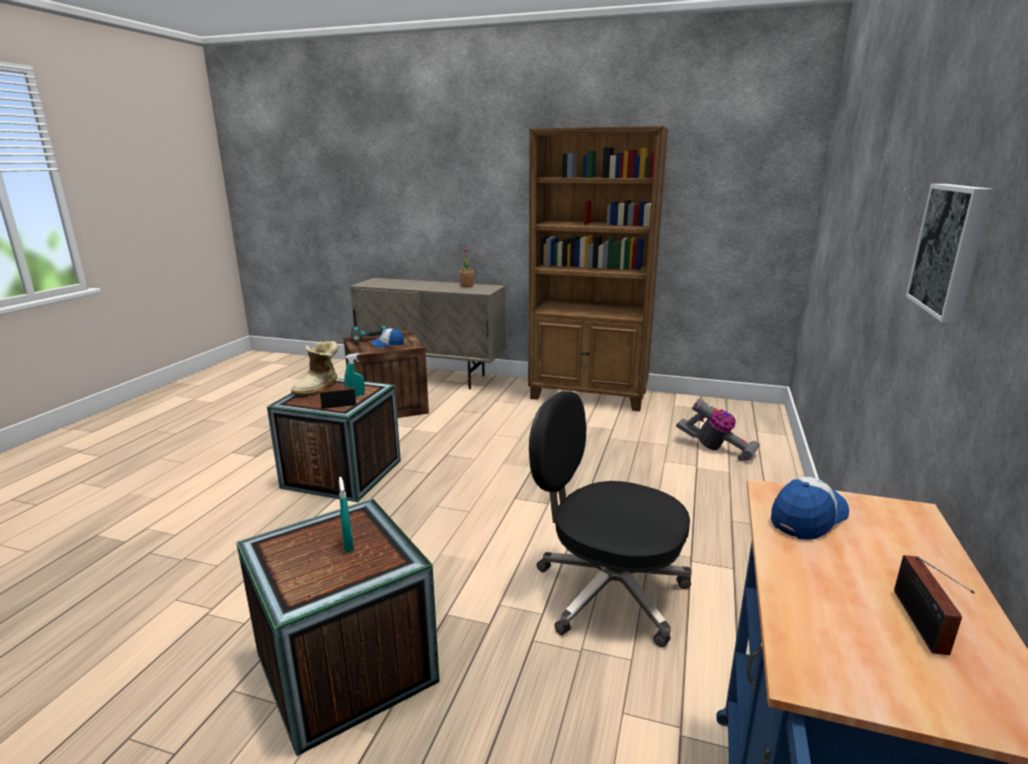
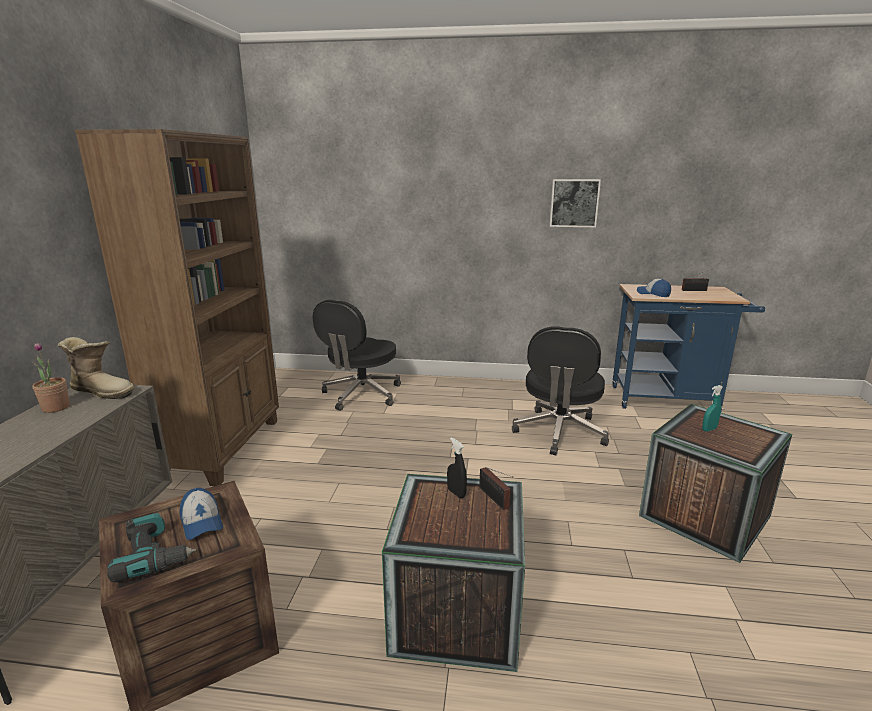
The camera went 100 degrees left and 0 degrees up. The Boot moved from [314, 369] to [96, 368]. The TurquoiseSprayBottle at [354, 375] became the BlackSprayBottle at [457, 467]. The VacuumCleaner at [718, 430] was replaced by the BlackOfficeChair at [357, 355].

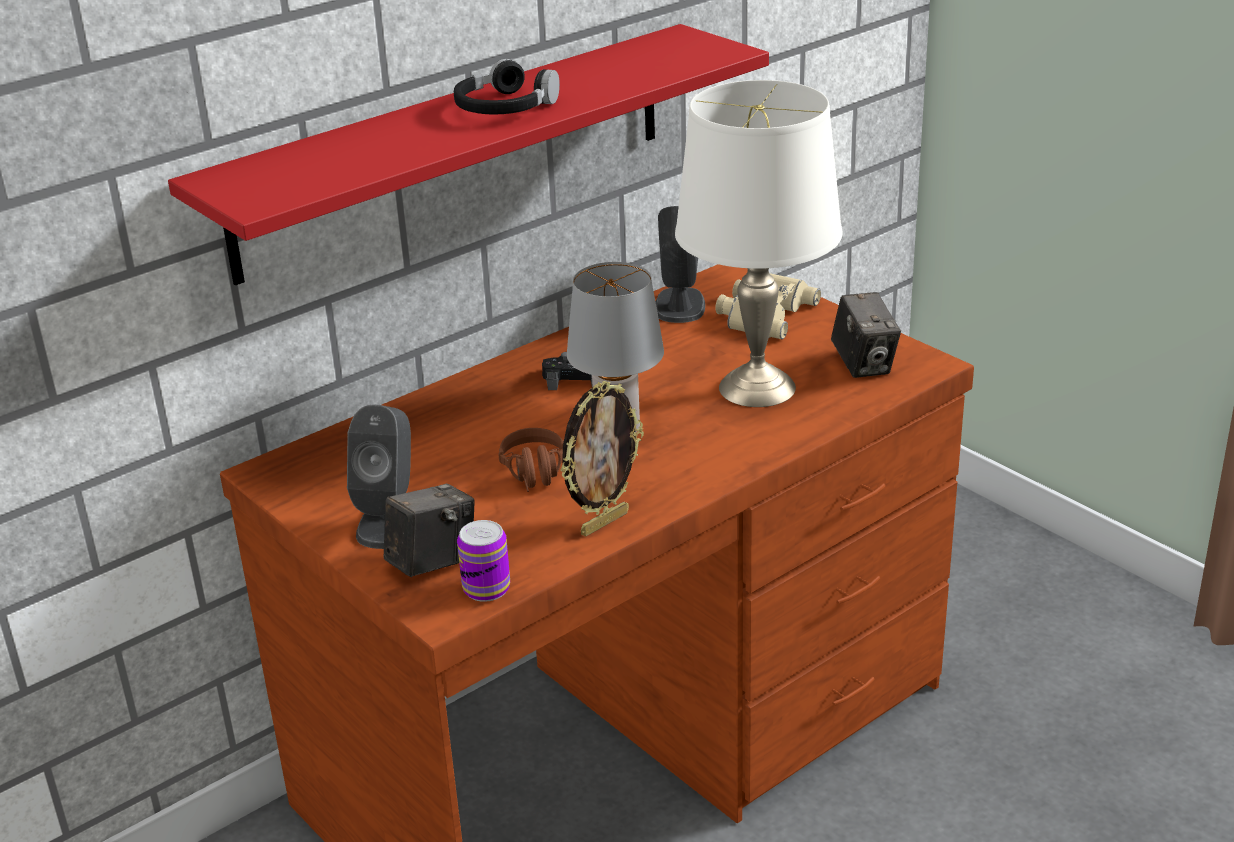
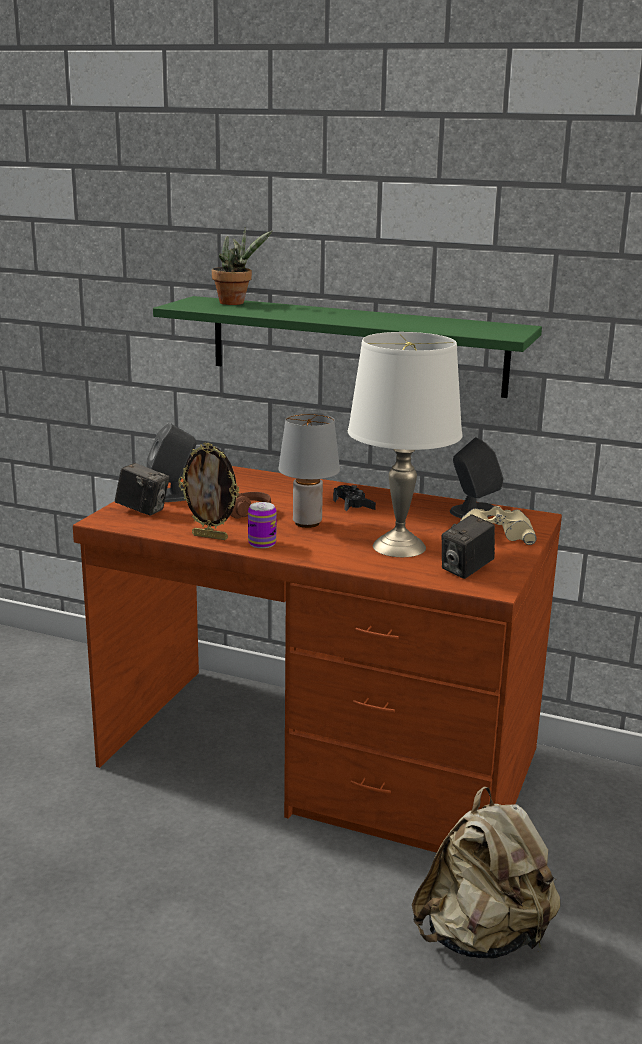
The camera went 60 degrees right and 10 degrees down. The RedShelf at [468, 155] became the GreenShelf at [347, 347]. The BlackHeadphones at [507, 86] disappeared. The Can moved from [483, 561] to [262, 525]. The PottedPlant at [242, 266] appeared. The BeigeBackpack at [486, 873] appeared.

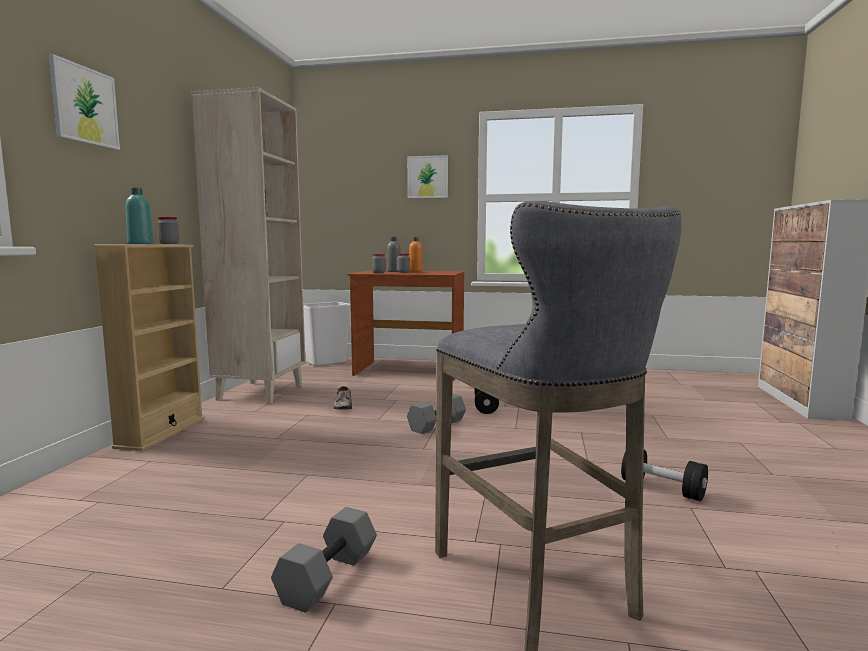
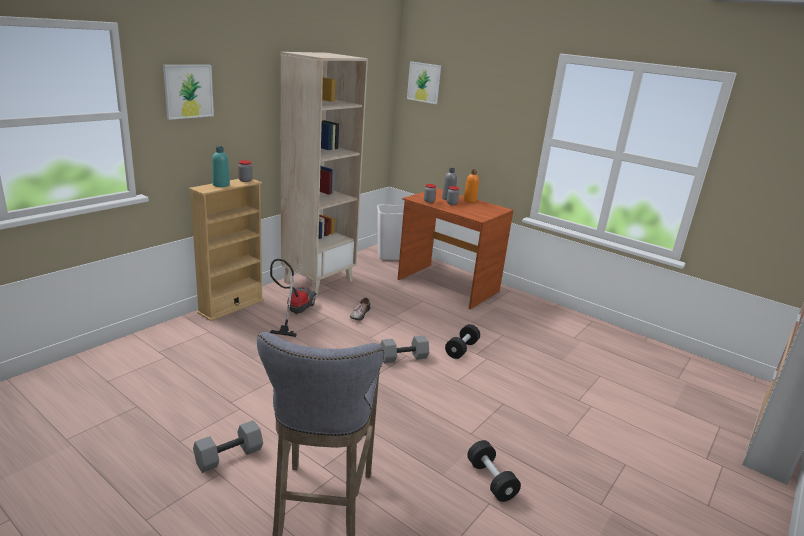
The camera went 25 degrees right and 15 degrees up. The Picture moved from [427, 176] to [424, 82]. The VacuumCleaner at [292, 298] appeared.

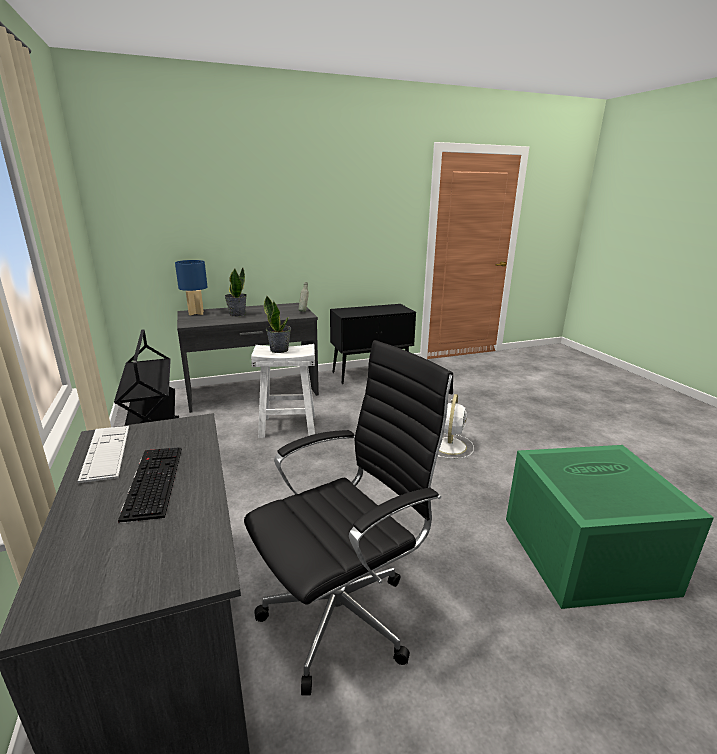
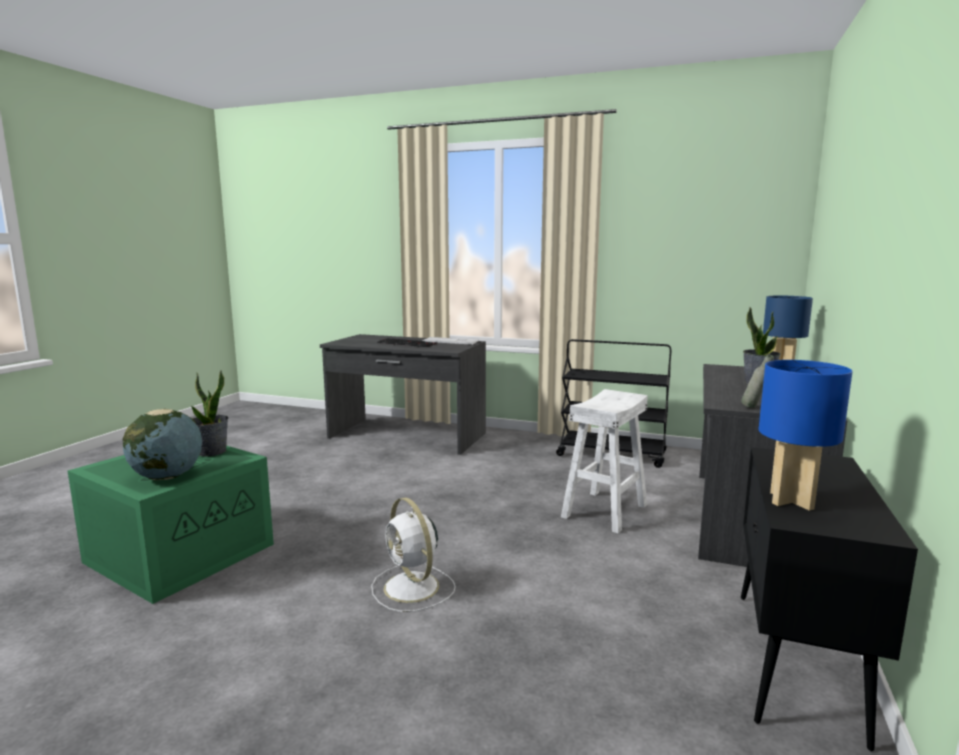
The camera went 130 degrees right and 10 degrees down. The PottedPlant moved from [277, 324] to [210, 413]. The BlackOfficeChair at [348, 517] disappeared. The BlueTableLamp at [805, 435] appeared. The Globe at [162, 444] appeared.

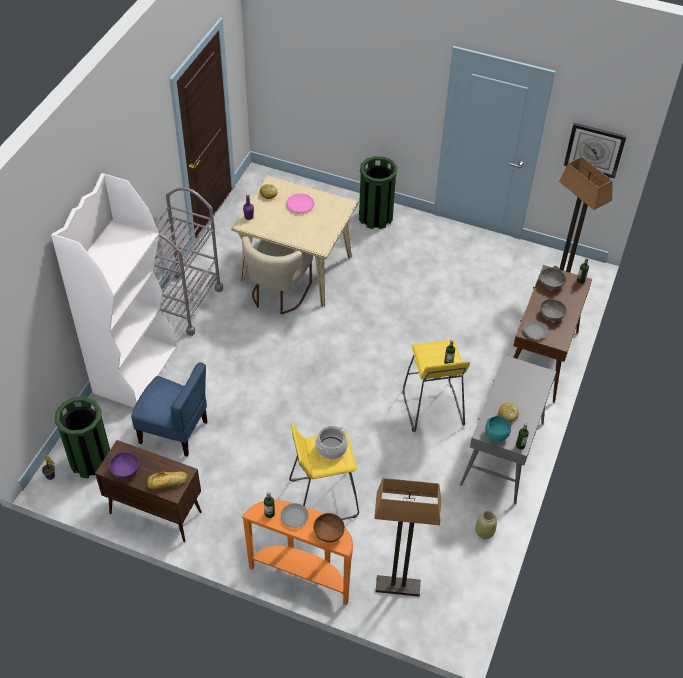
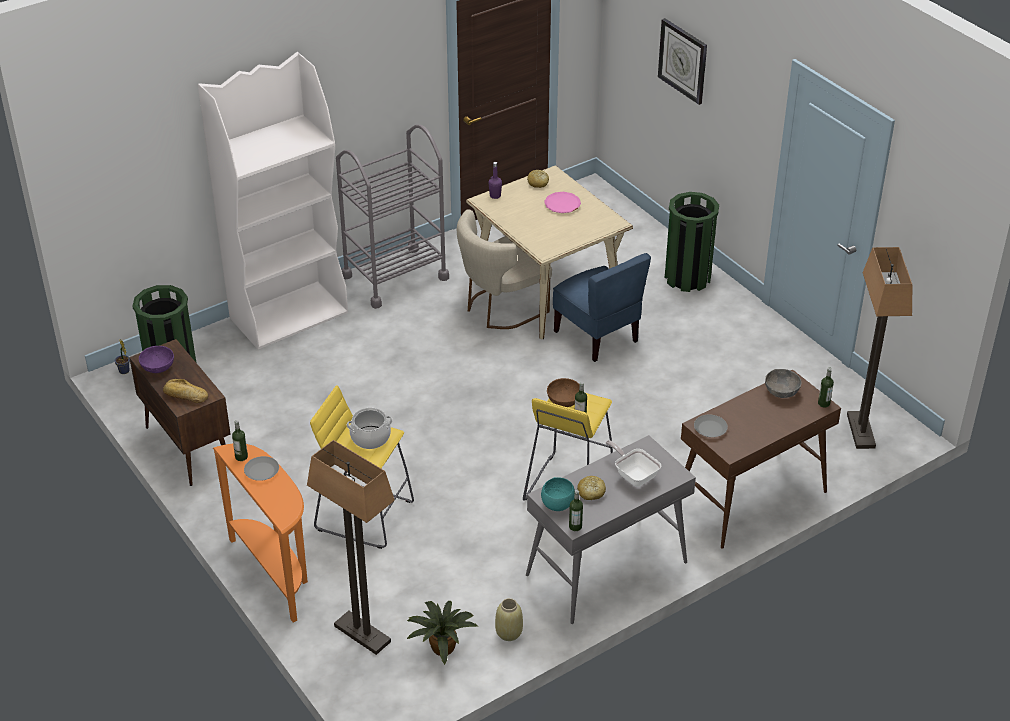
The camera went 35 degrees right and 10 degrees down. The WallClock moved from [595, 151] to [682, 61]. The GreyBowl at [553, 310] disappeared. The BlueChair moved from [169, 409] to [602, 307]. The BrownBowl moved from [329, 528] to [563, 392]. The FryingPan at [633, 463] appeared. The PottedPlant at [442, 633] appeared.

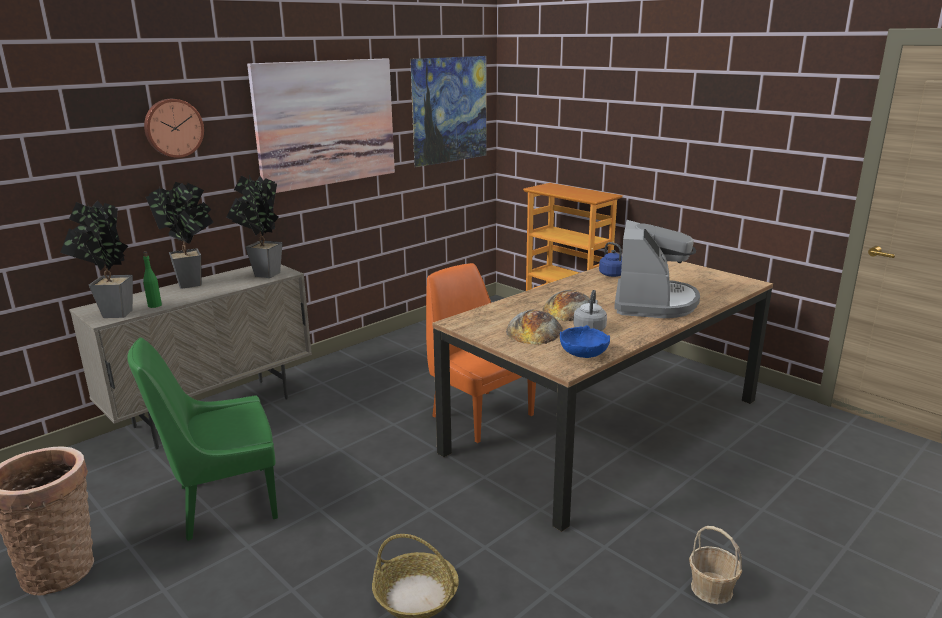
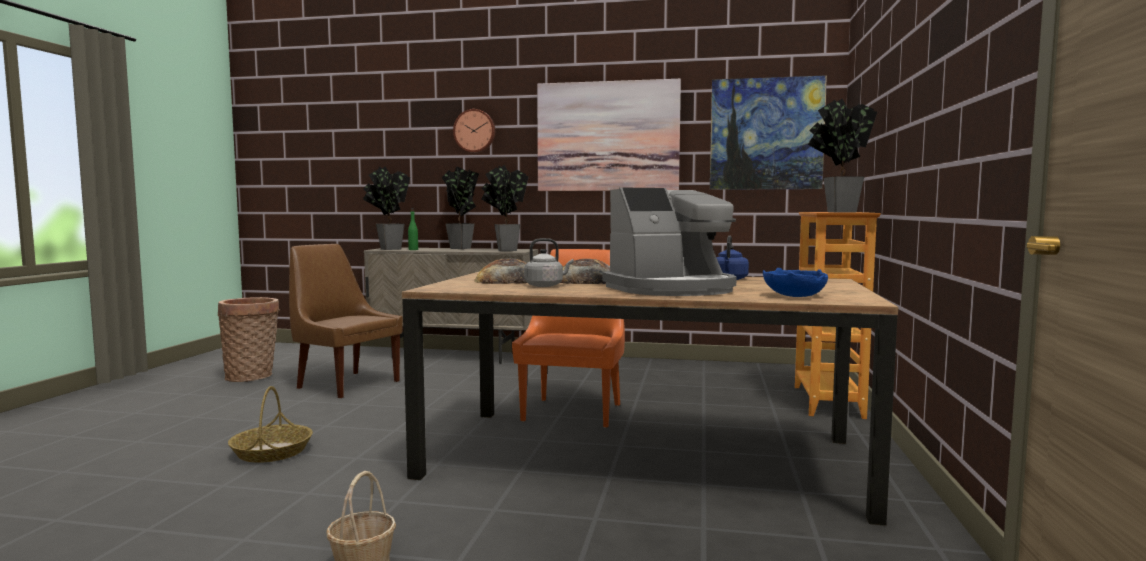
The camera went 55 degrees right and 15 degrees down. The BlueBowl moved from [585, 341] to [795, 282]. The GreenChair at [202, 439] became the BrownChair at [346, 321]. The PottedPlant at [842, 155] appeared.

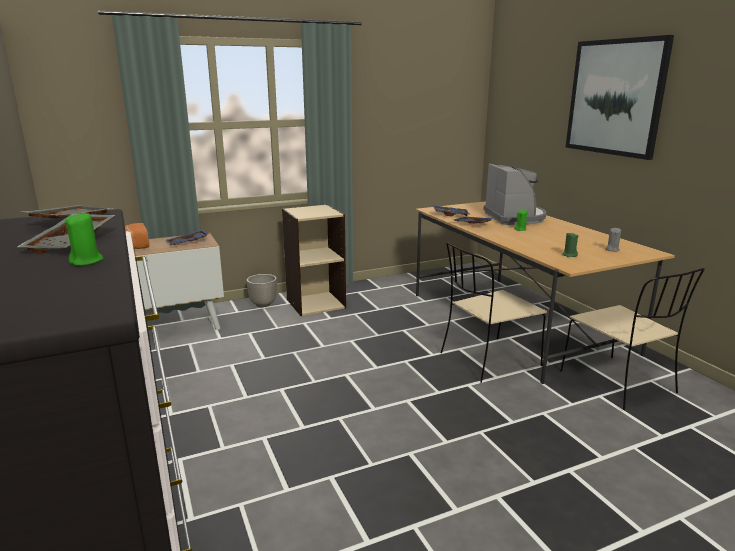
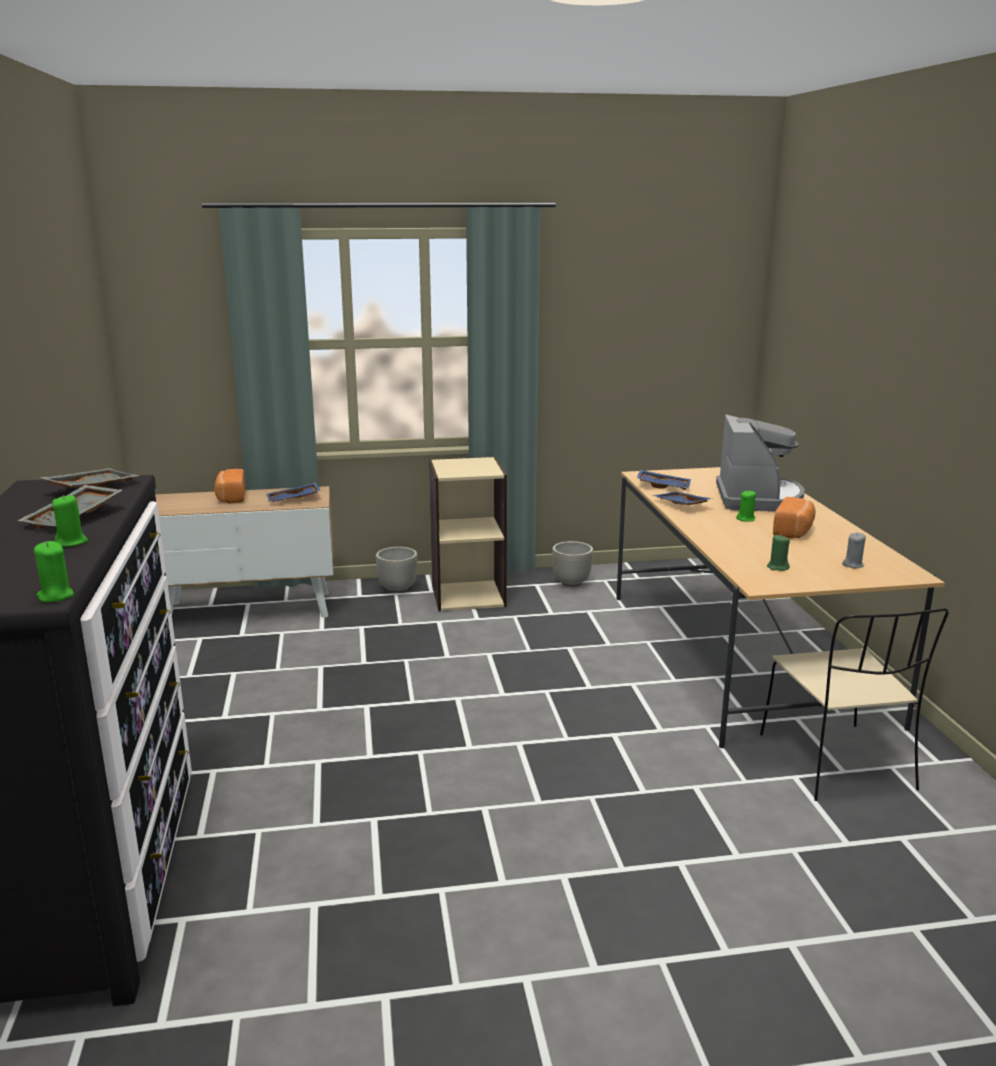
The camera went 15 degrees right and 0 degrees up. The Picture at [620, 97] disappeared. The BeigeChair at [494, 312] disappeared. The Bread at [794, 518] appeared. The GreenCandle at [54, 571] appeared. The GreyPlanter at [572, 564] appeared.

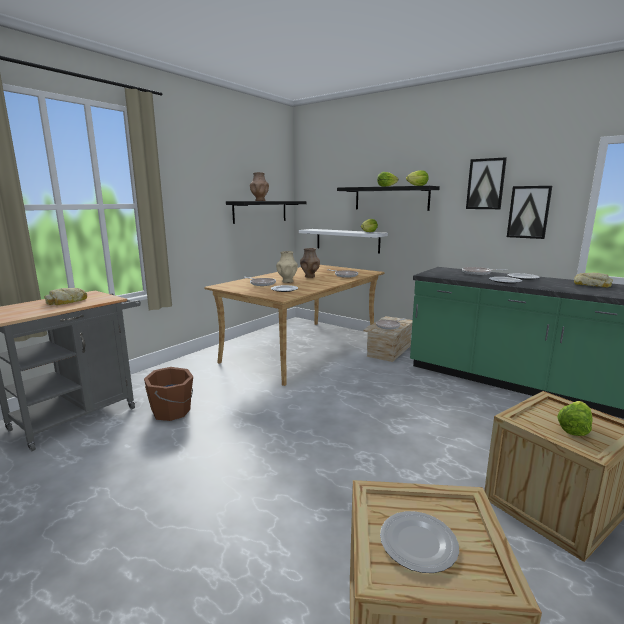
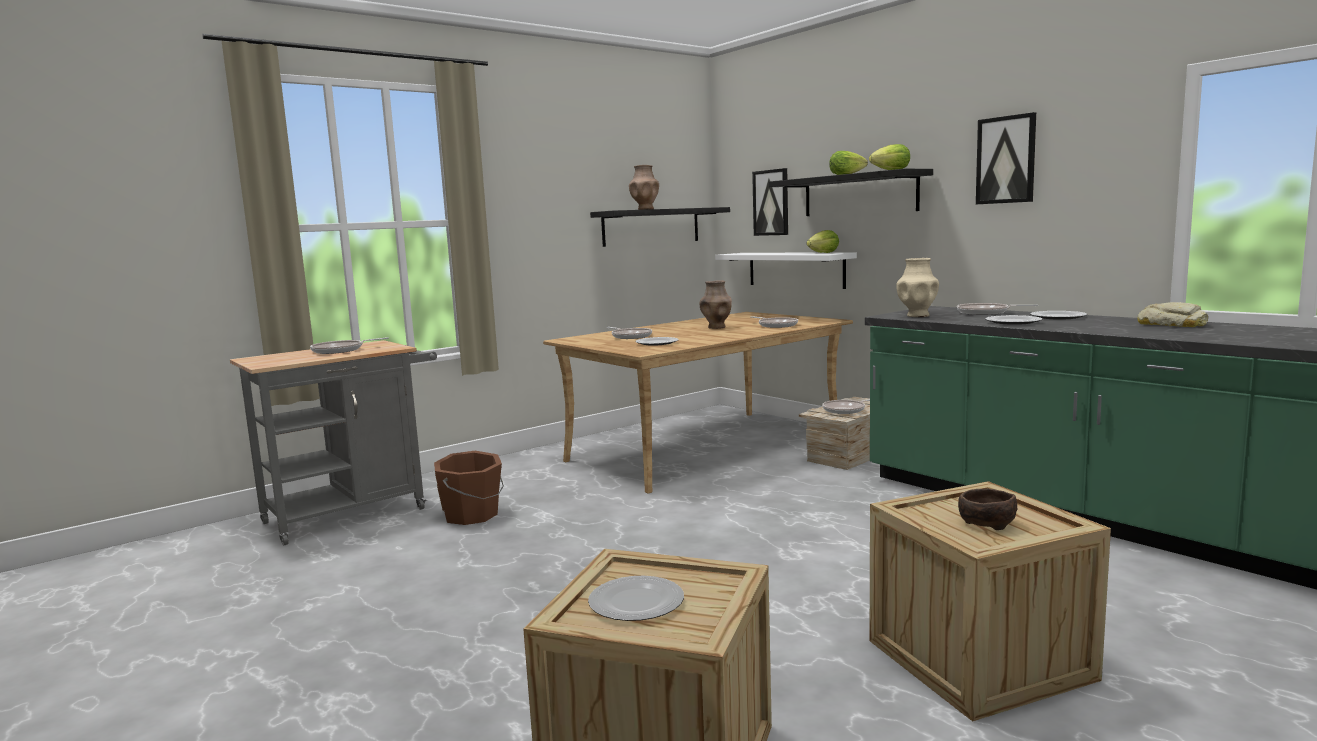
The camera went 15 degrees right and 5 degrees down. The Picture moved from [529, 212] to [770, 202]. The BeigeVase moved from [287, 267] to [917, 287]. The Bread at [65, 296] was replaced by the FryingPan at [349, 345]. The Lettuce at [575, 418] was replaced by the BrownBowl at [987, 509].

